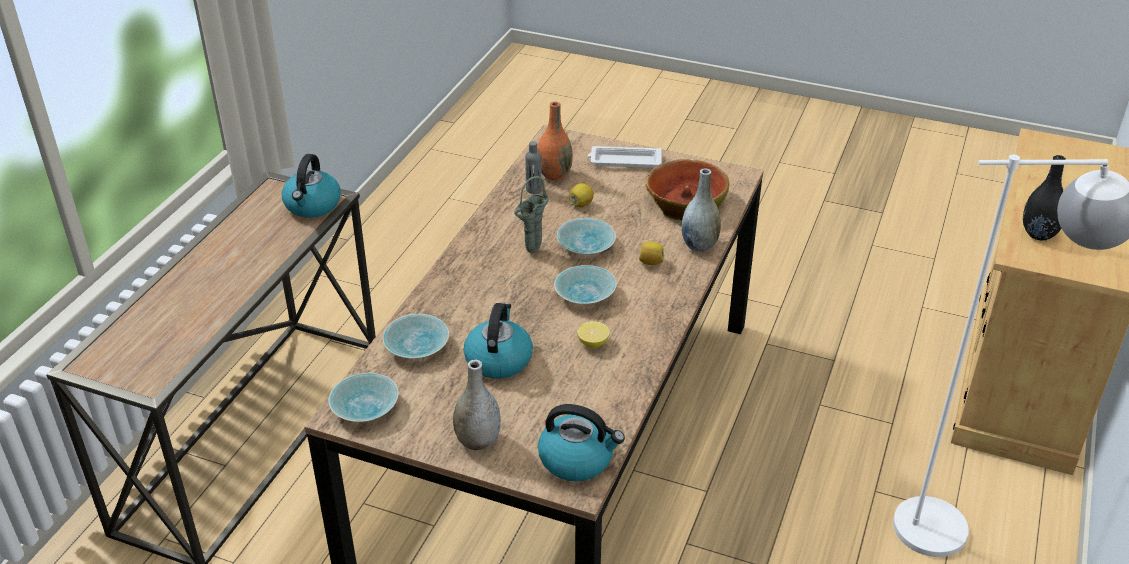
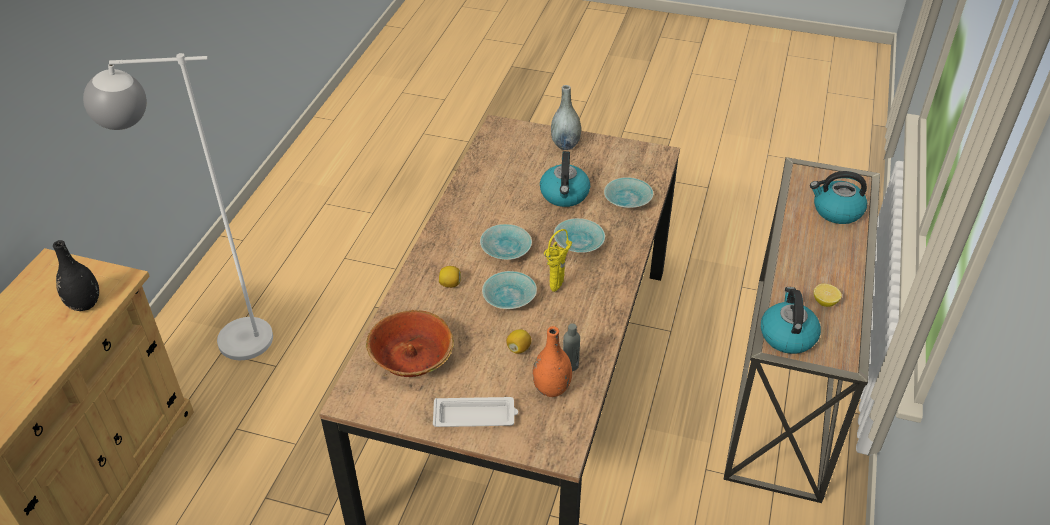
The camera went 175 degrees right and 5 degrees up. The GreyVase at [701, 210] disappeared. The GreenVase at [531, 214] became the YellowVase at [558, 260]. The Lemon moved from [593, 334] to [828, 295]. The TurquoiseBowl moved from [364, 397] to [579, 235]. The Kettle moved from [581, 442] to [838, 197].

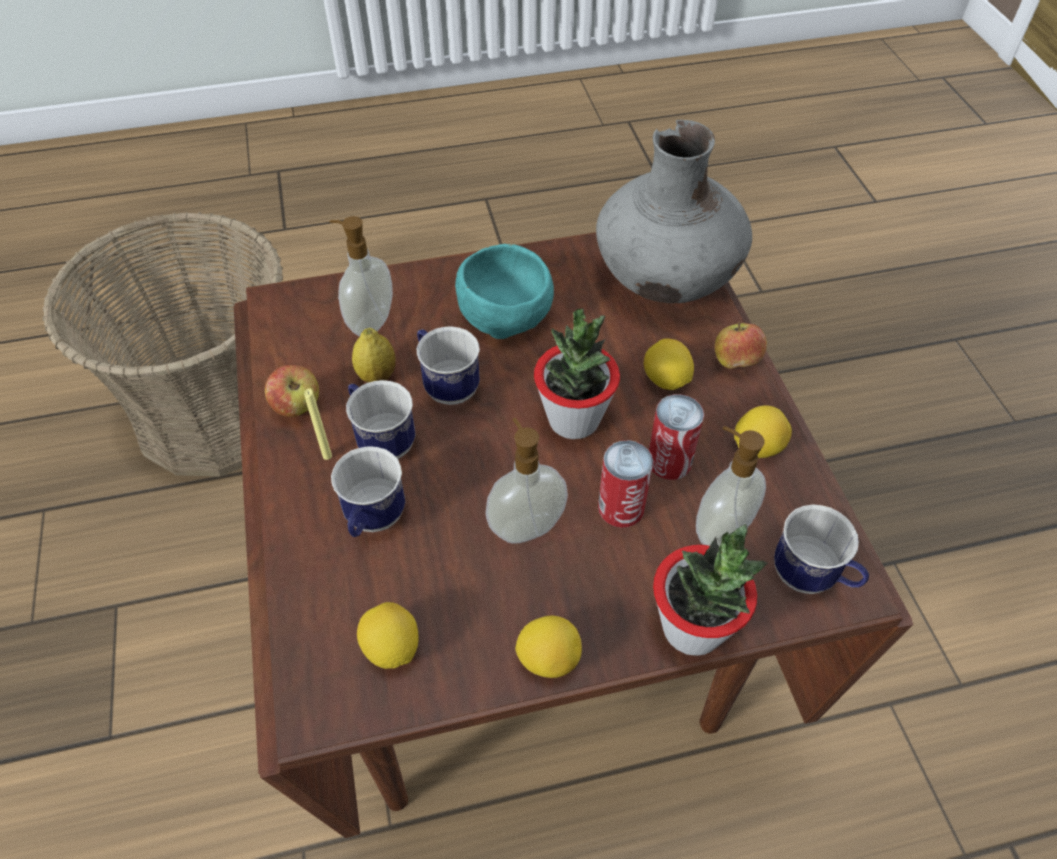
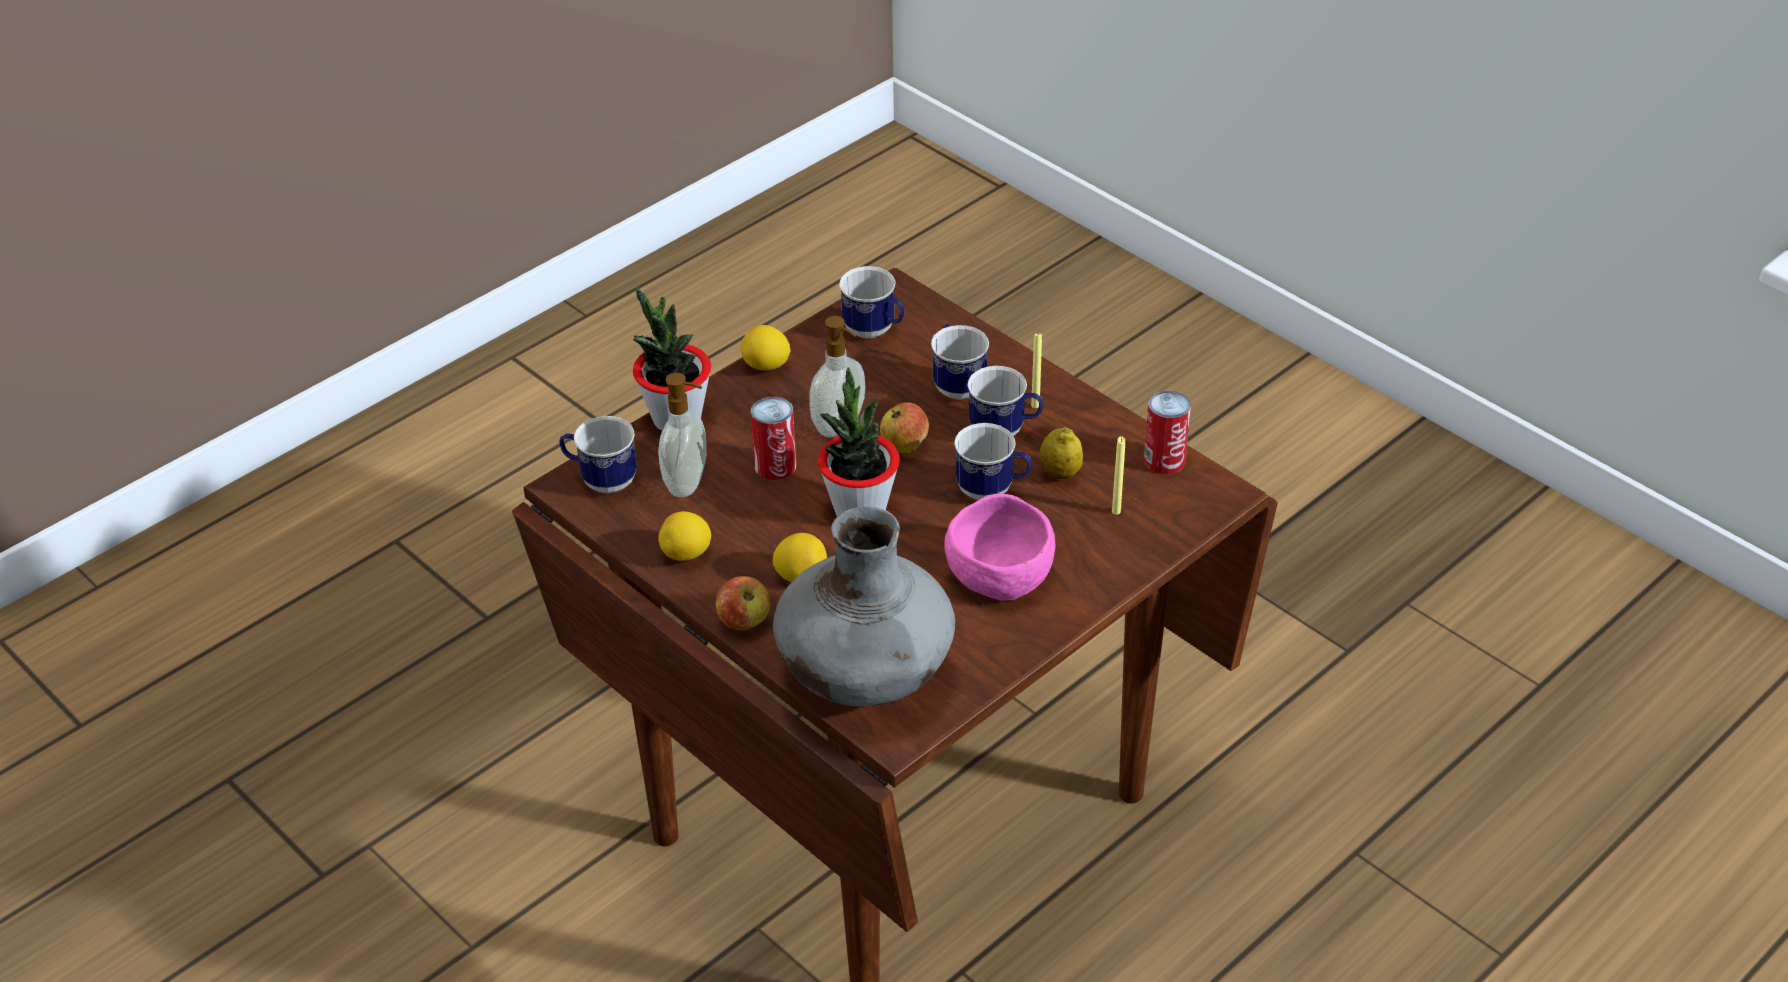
The camera went 150 degrees right and 10 degrees down. The Basket at [163, 344] disappeared. The SoapDispenser at [361, 276] was replaced by the YellowCandle at [1118, 475]. The TurquoiseBowl at [504, 291] became the PinkBowl at [1000, 547]. The Apple moved from [292, 391] to [904, 427]. The Can moved from [676, 437] to [1167, 432]. The Lemon at [388, 635] was replaced by the Mug at [871, 302].

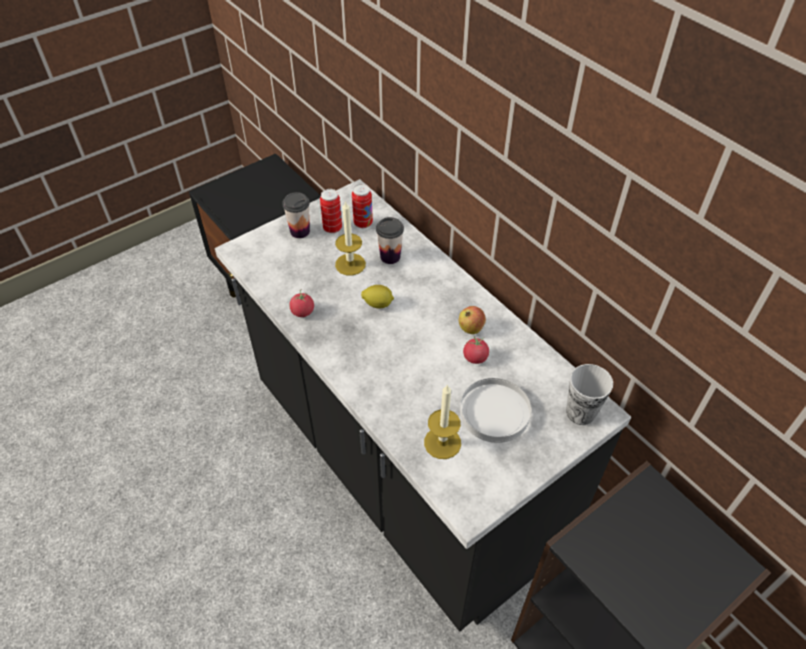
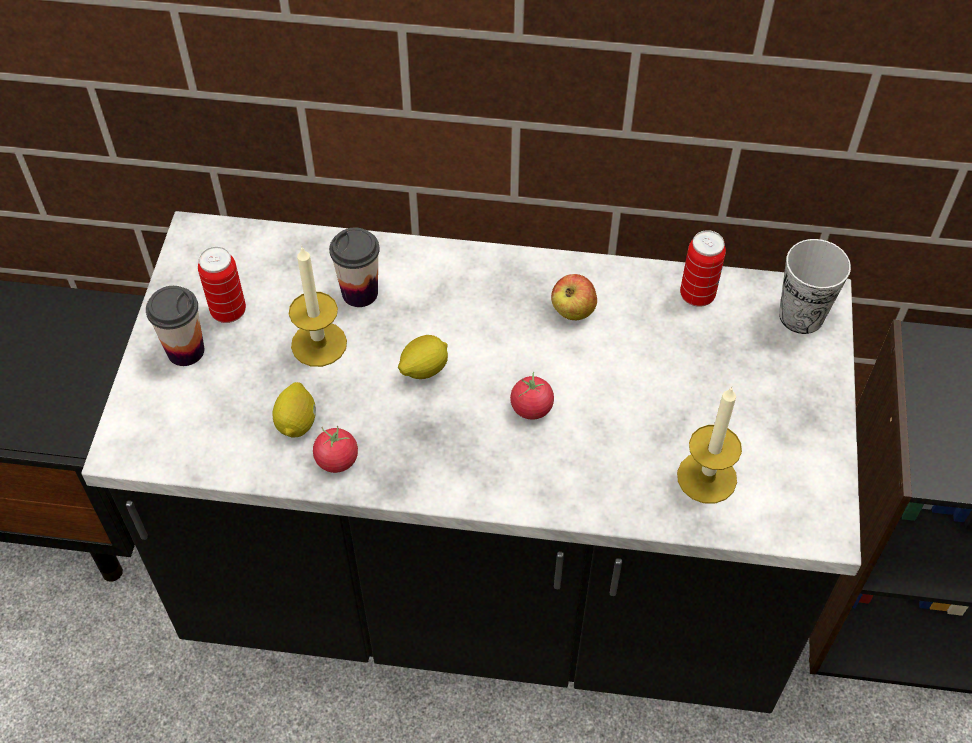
The camera went 45 degrees left and 5 degrees up. The Can moved from [362, 206] to [703, 268]. The Tomato moved from [476, 350] to [532, 395]. The WhitePlate at [495, 410] disappeared. The Lemon at [294, 410] appeared.

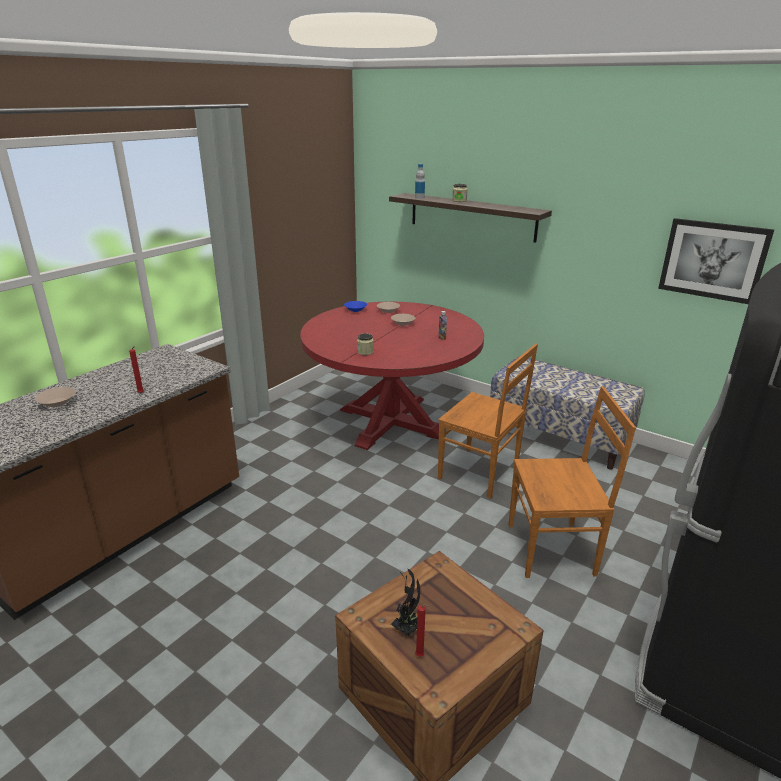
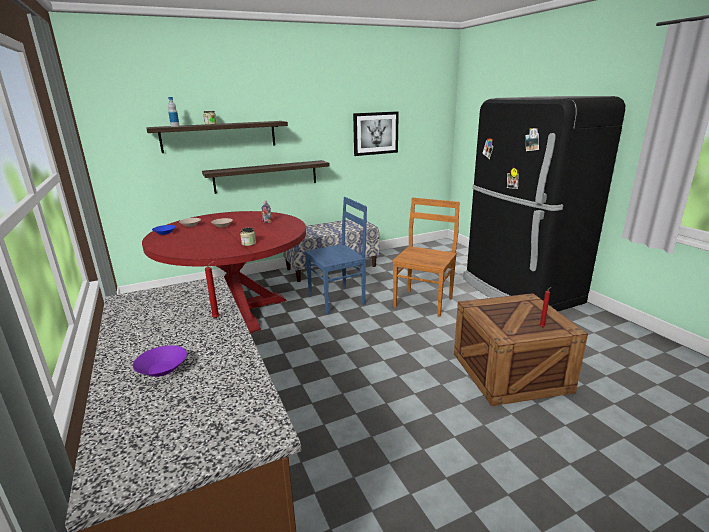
The camera went 60 degrees left and 5 degrees down. The BrownChair at [488, 421] became the BlueChair at [336, 255]. The BeigeBowl at [55, 397] became the PurpleBowl at [160, 361]. The PottedPlant at [405, 601] disappeared. The Shelf at [266, 177] appeared.

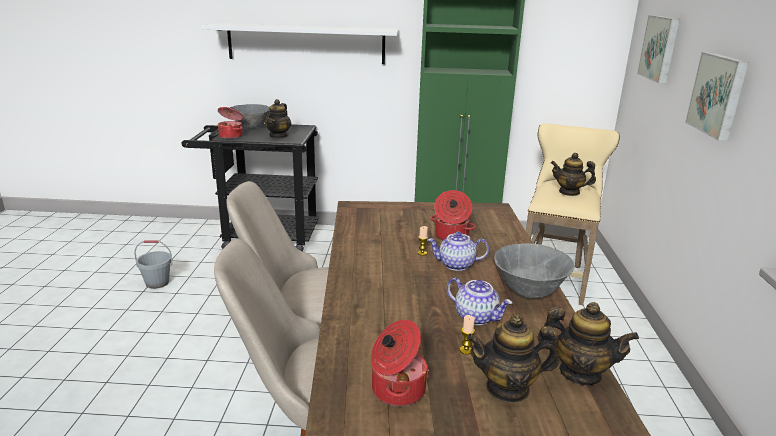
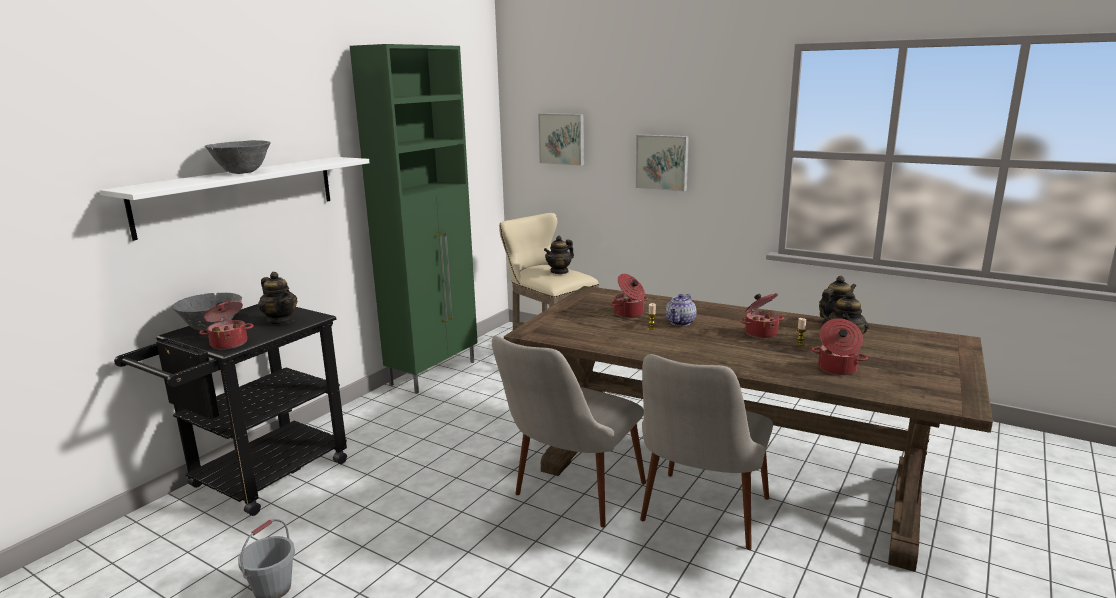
The camera went 60 degrees left and 5 degrees down. The GreyBowl moved from [534, 271] to [238, 157]. The Teapot at [479, 301] was replaced by the CookingPot at [762, 315].

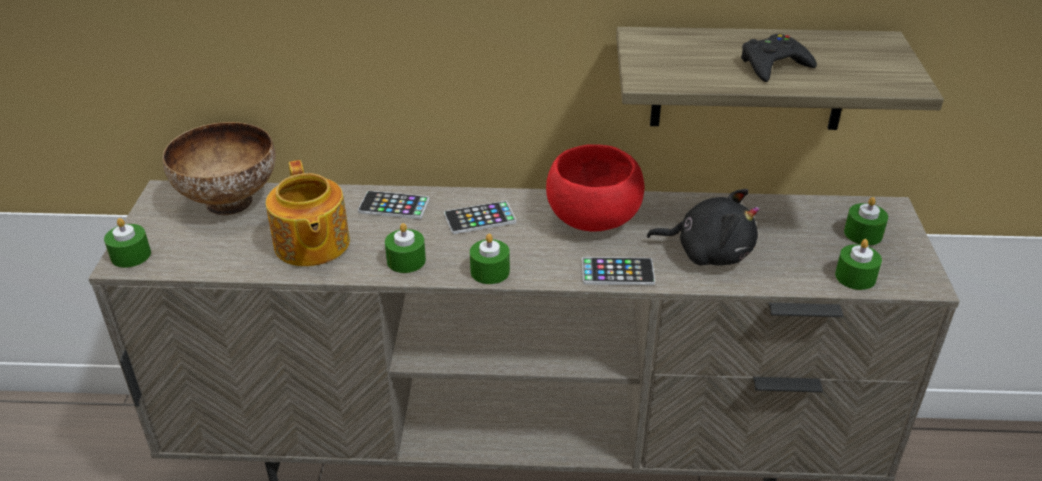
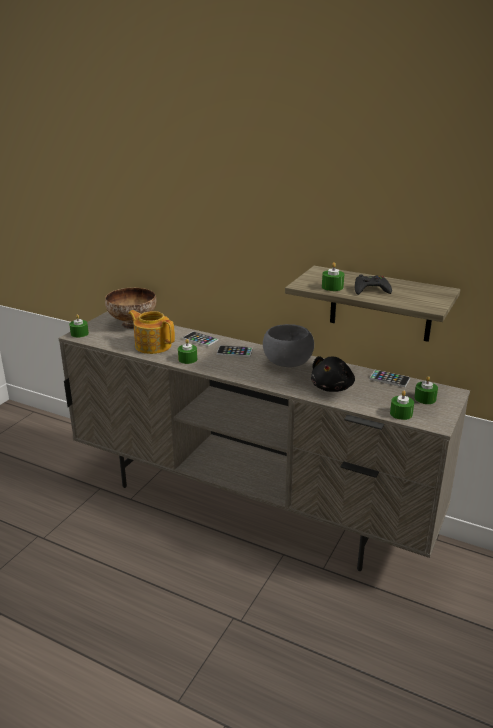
The camera went 25 degrees right and 10 degrees down. The RedBowl at [595, 188] became the GreyBowl at [288, 345]. The Teapot at [308, 213] turned 120 degrees clockwise. The BlackPlushToy at [703, 227] turned 75 degrees clockwise. The GreenCandle moved from [490, 259] to [333, 276]. The Phone moved from [618, 271] to [390, 378].

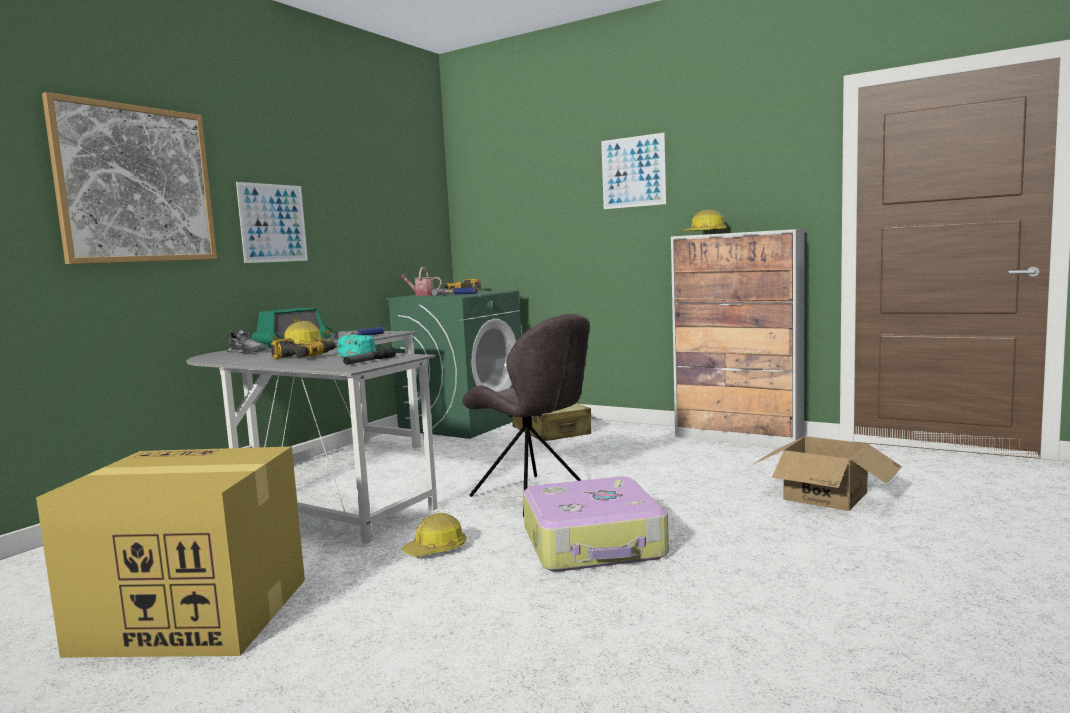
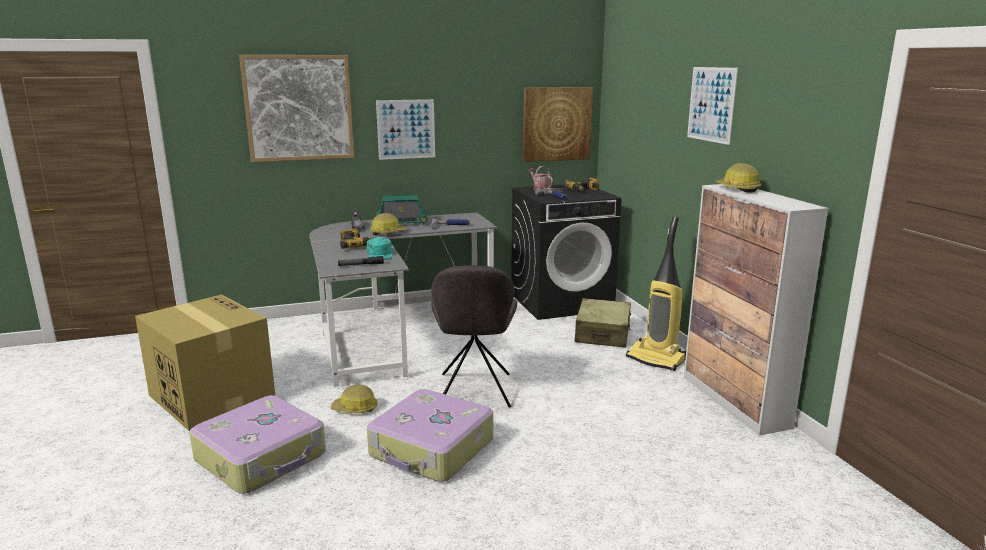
The camera went 40 degrees right and 10 degrees up. The GreenWashingMachine at [454, 364] became the BlackWashingMachine at [566, 252]. The CardboardBox at [828, 473] disappeared. The Picture at [558, 124] appeared. The VacuumCleaner at [656, 293] appeared. The Suitcase at [257, 444] appeared.

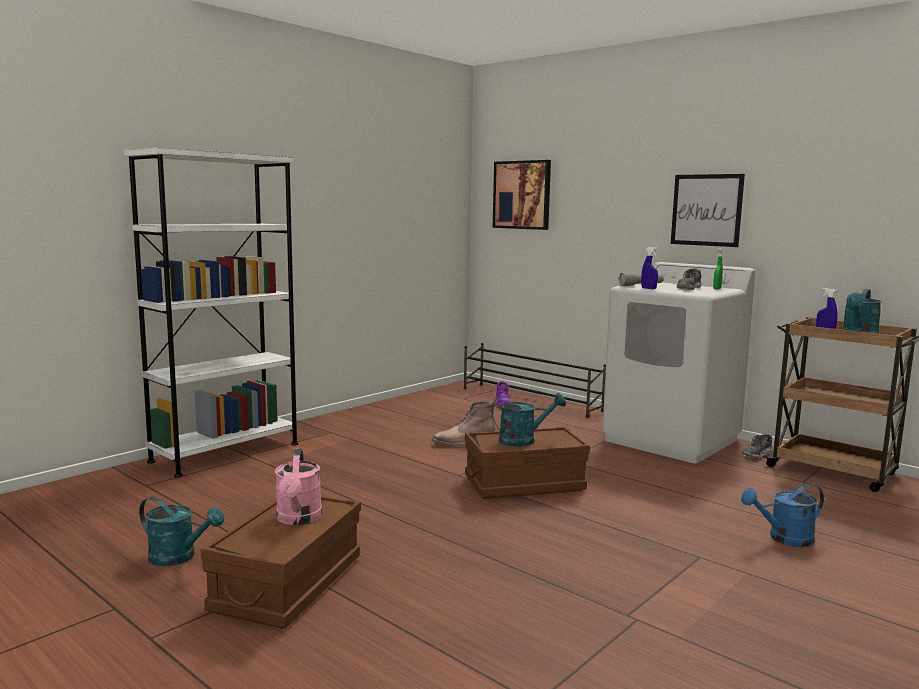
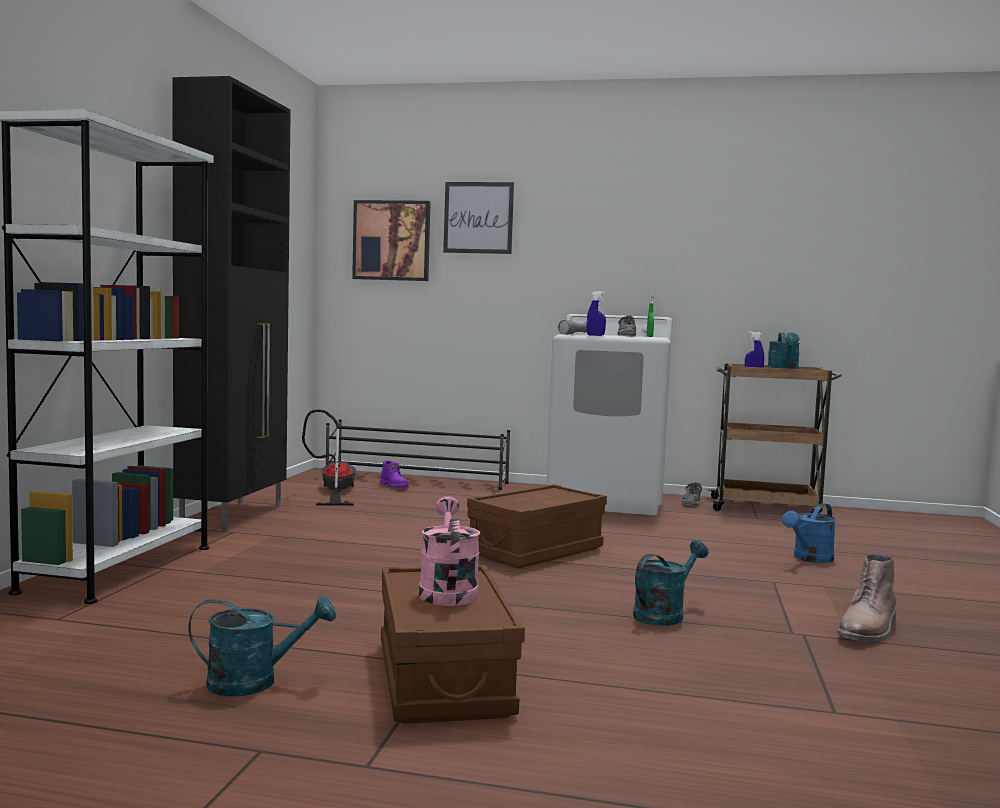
The camera went 30 degrees left and 5 degrees down. The Picture moved from [708, 210] to [478, 218]. The TurquoiseWateringCan moved from [528, 420] to [670, 583]. The BrownBoot moved from [463, 424] to [866, 598]. The PinkWateringCan at [298, 486] turned 150 degrees counterclockwise. The BlackCabinet at [231, 303] appeared. The VacuumCleaner at [329, 457] appeared.

